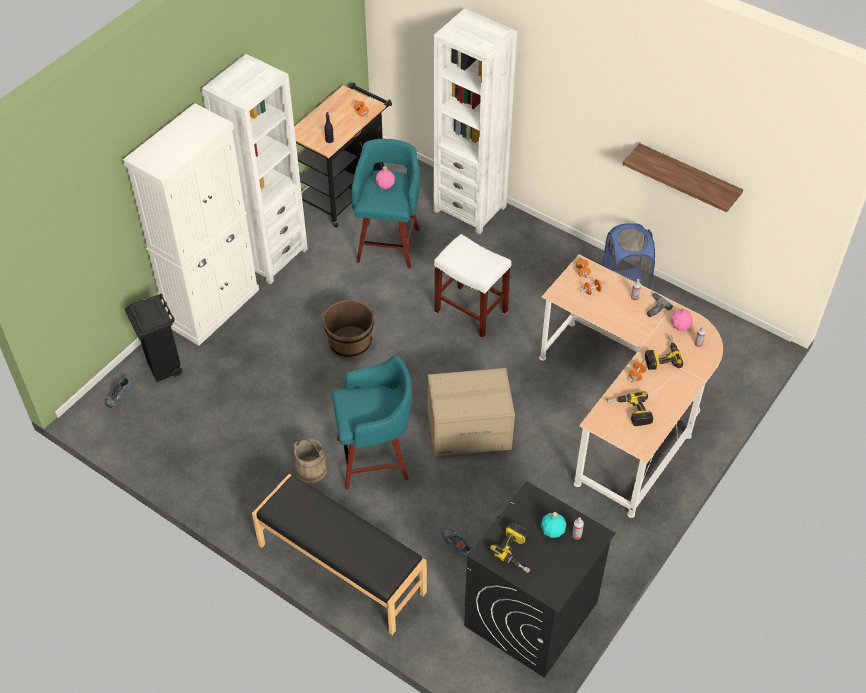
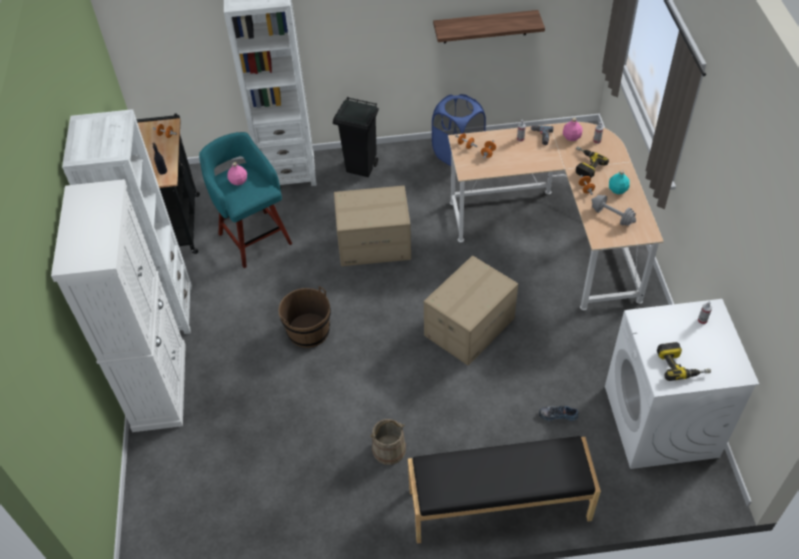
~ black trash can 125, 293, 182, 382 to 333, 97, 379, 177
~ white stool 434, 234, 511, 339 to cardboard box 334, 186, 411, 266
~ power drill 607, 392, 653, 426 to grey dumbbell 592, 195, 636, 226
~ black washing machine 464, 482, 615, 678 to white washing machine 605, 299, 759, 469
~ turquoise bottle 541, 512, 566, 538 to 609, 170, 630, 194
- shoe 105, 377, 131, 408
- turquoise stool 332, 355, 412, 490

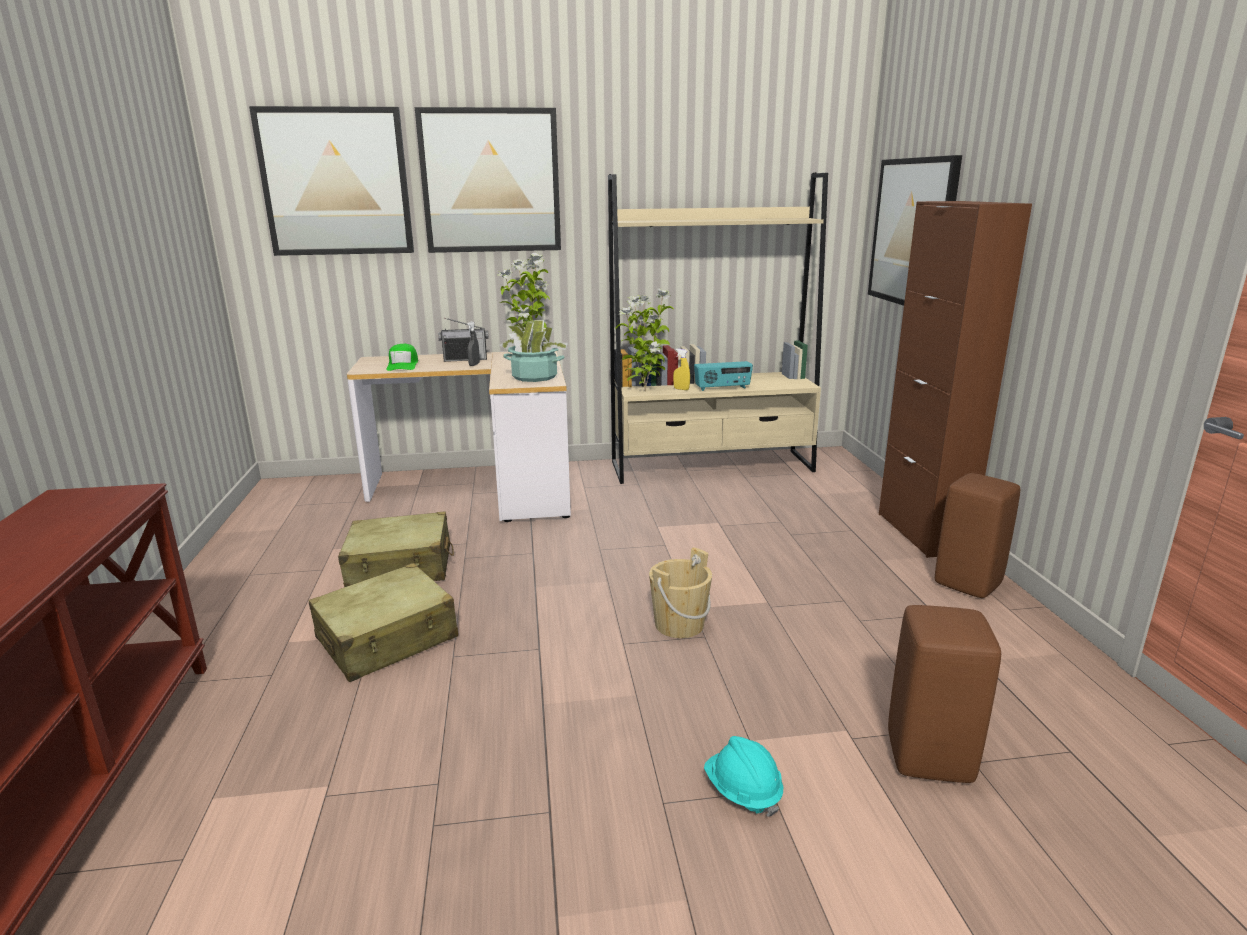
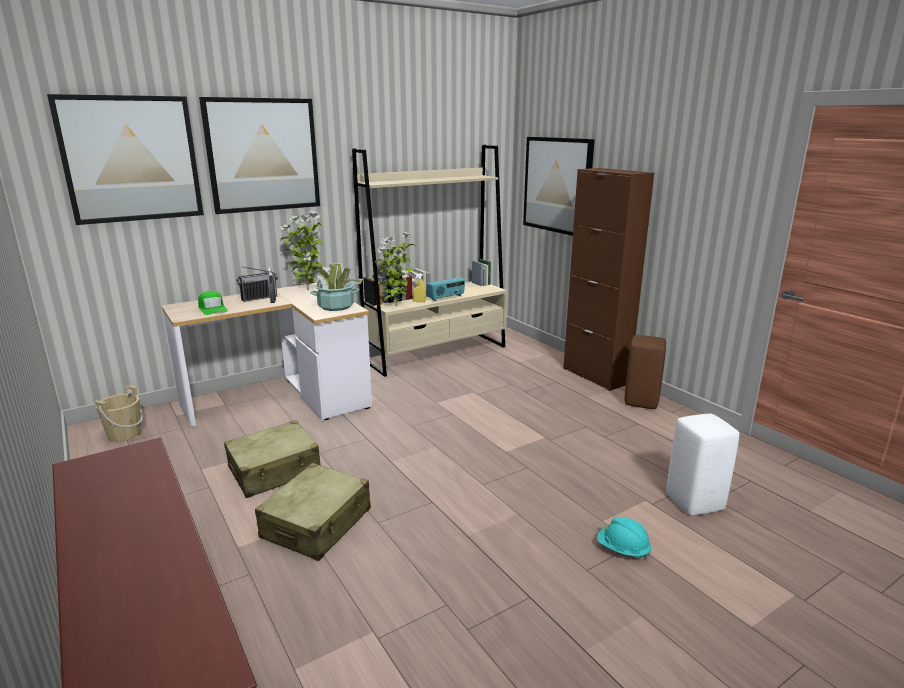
~ beige bucket 649, 547, 712, 638 to 95, 385, 143, 442
~ brown stool 888, 605, 1001, 783 to white stool 666, 414, 739, 516

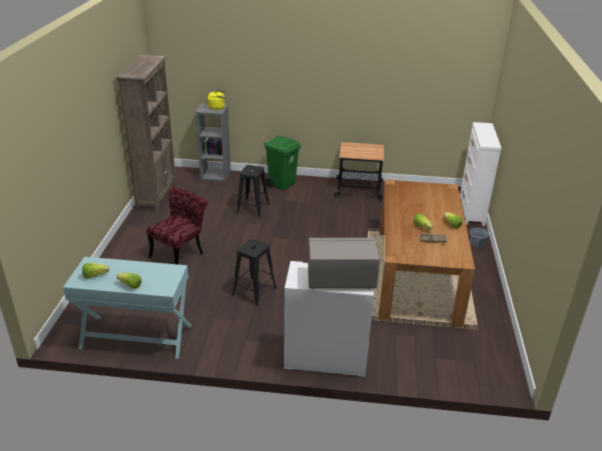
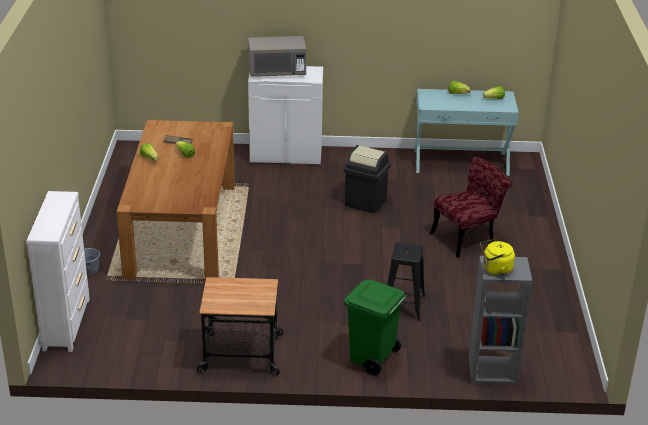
~ black stool 232, 239, 277, 306 to black trash can 344, 145, 391, 213
~ red chair 146, 187, 208, 265 = 429, 157, 513, 258 150 degrees counterclockwise
- brown bookcase 116, 55, 176, 211

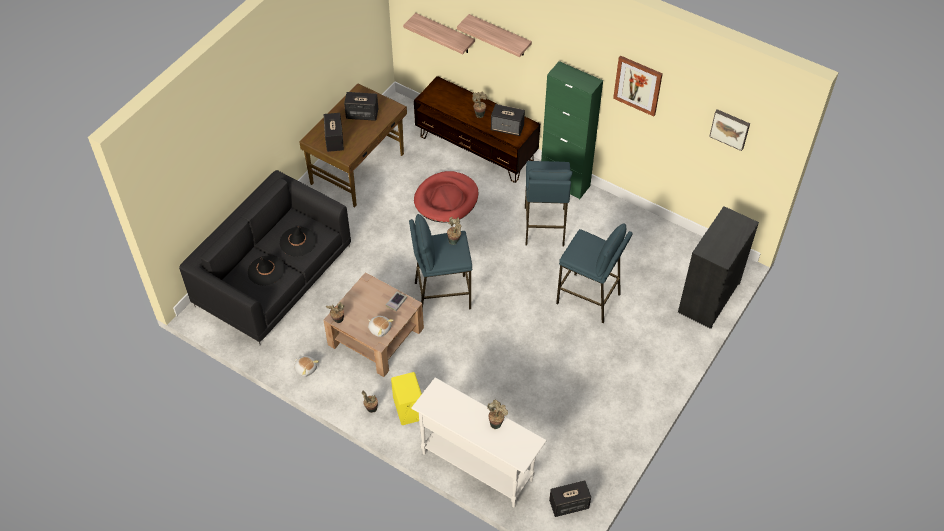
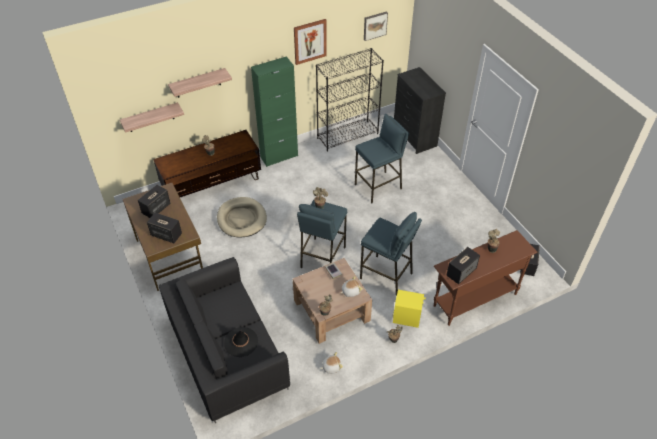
~ red dog bed 414, 171, 479, 223 to beige dog bed 217, 197, 267, 238
+ black bookcase 316, 48, 384, 152
~ blue stool 525, 161, 573, 247 to 360, 212, 422, 296
~ white console table 411, 377, 547, 508 to brown console table 434, 230, 538, 326
~ speaker 491, 104, 525, 136 to 446, 247, 480, 284
- black hat 280, 226, 316, 256

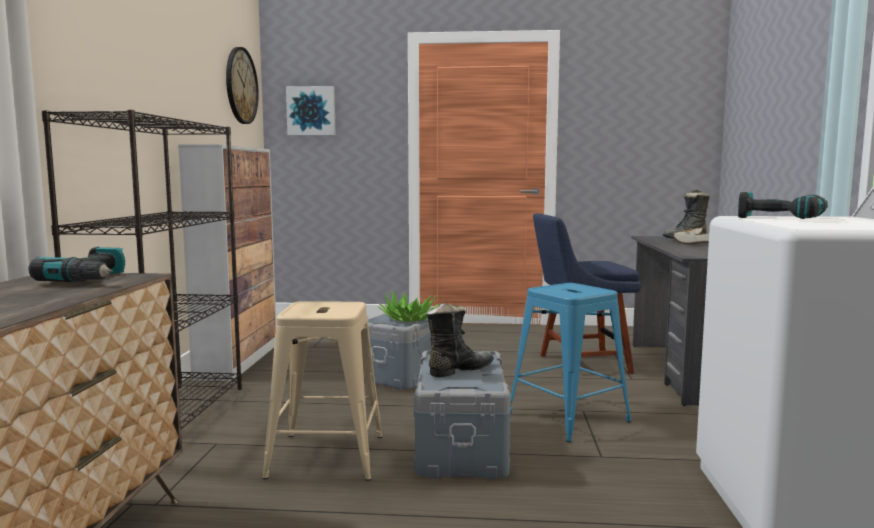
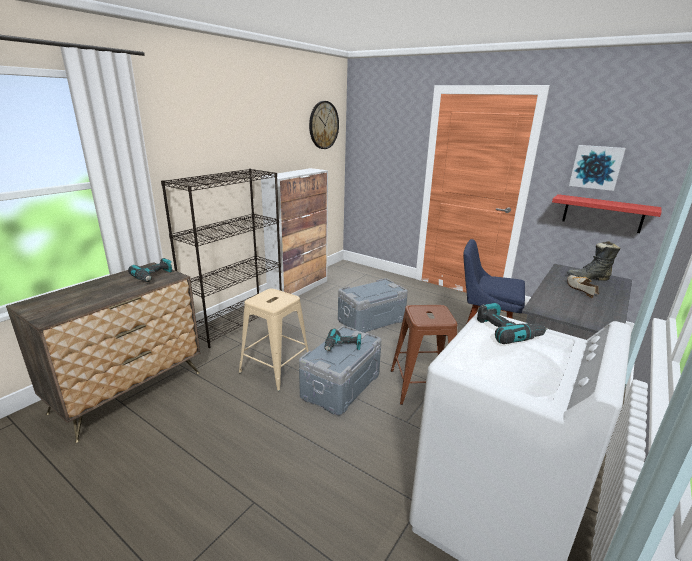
~ black boot 427, 303, 494, 378 to power drill 324, 329, 361, 351
~ blue stool 510, 283, 631, 442 to brown stool 391, 305, 457, 405
+ red shelf 552, 194, 662, 233
~ picture 286, 86, 336, 136 to 569, 145, 626, 191
- potted plant 378, 290, 439, 322

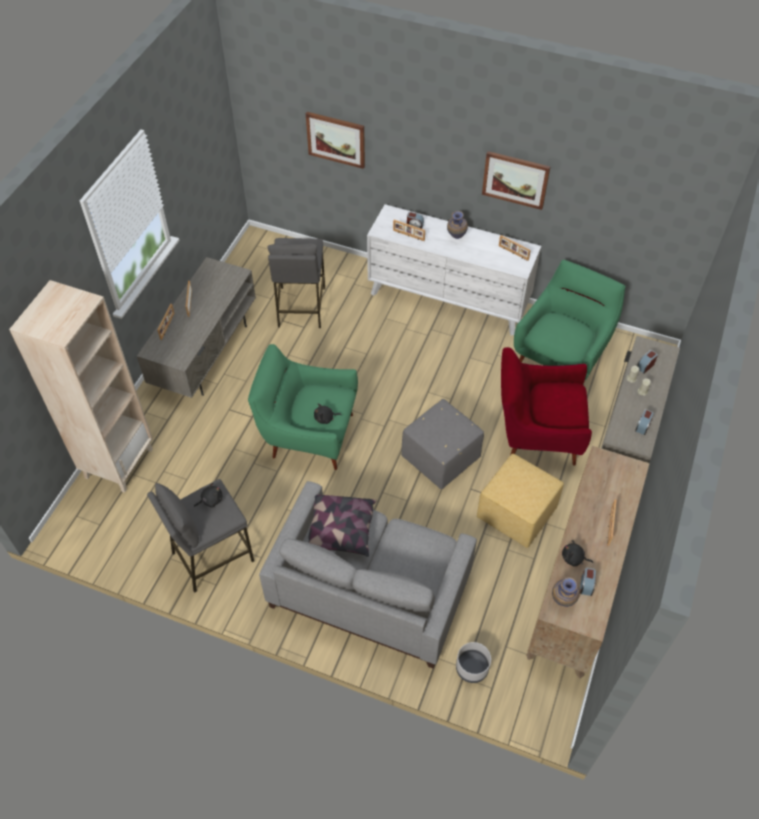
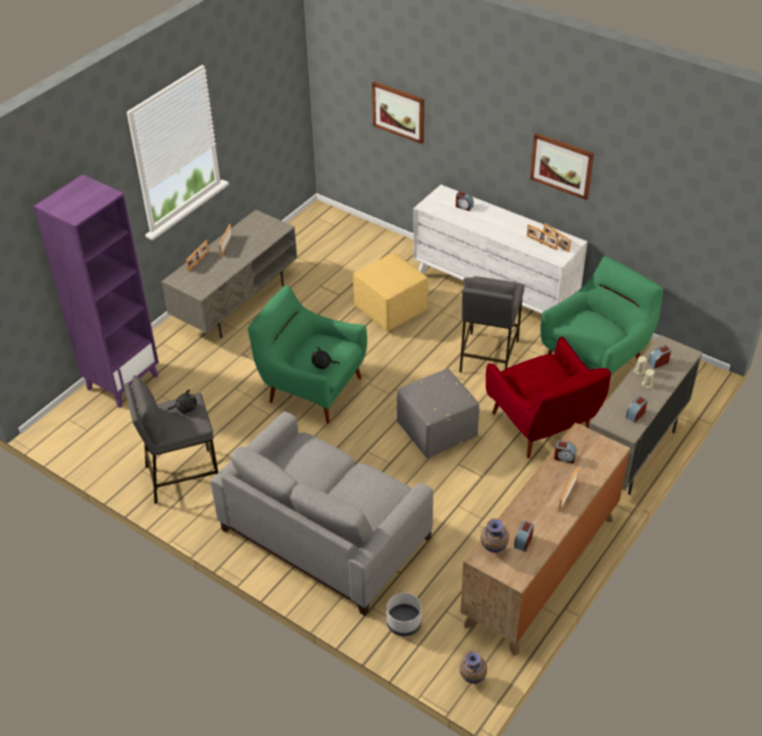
~ beige bookcase 9, 280, 153, 493 to purple bookcase 34, 174, 159, 408
~ yellow ottoman 477, 454, 564, 548 to 353, 253, 428, 332
~ grey stool 267, 238, 325, 328 to 459, 276, 524, 373
~ vase 447, 211, 468, 239 to 460, 651, 487, 684
~ red armchair 501, 347, 592, 466 = 486, 337, 611, 458 135 degrees counterclockwise
~ picture frame 393, 220, 425, 241 to 527, 224, 559, 250
+ alarm clock 554, 440, 576, 464
- pillow 308, 495, 377, 557
- black plush toy 562, 540, 593, 567

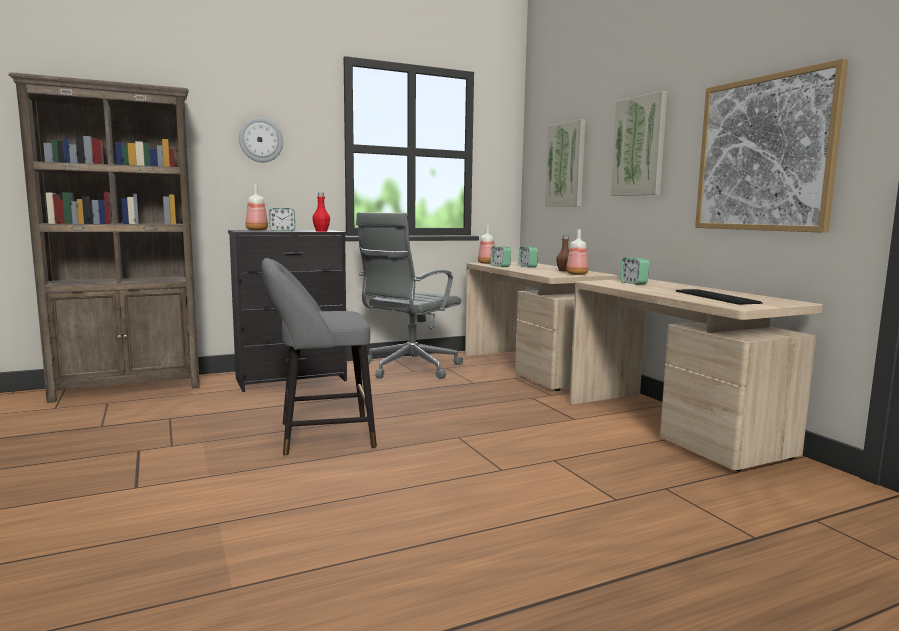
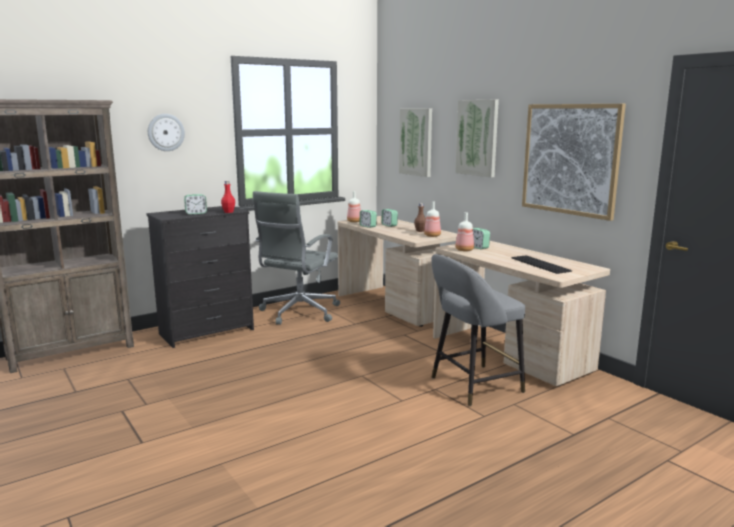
~ grey stool 262, 258, 377, 456 to 431, 254, 525, 406
~ bottle 245, 185, 268, 230 to 455, 212, 474, 251

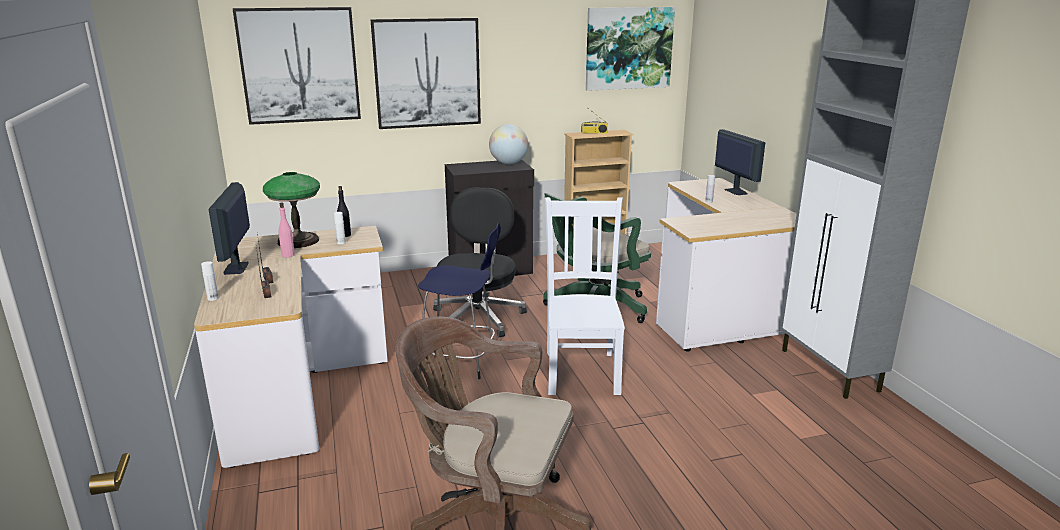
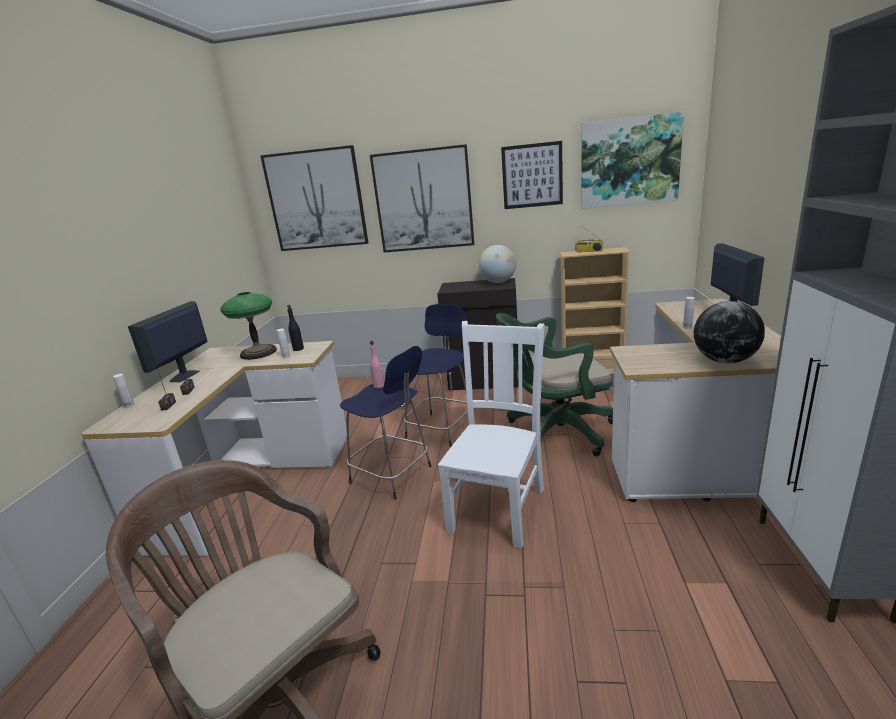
~ pink bottle 278, 202, 295, 257 to 370, 341, 384, 388
~ black office chair 433, 187, 527, 338 to blue stool 404, 304, 468, 447
+ picture 501, 141, 563, 209
+ globe 694, 301, 765, 364

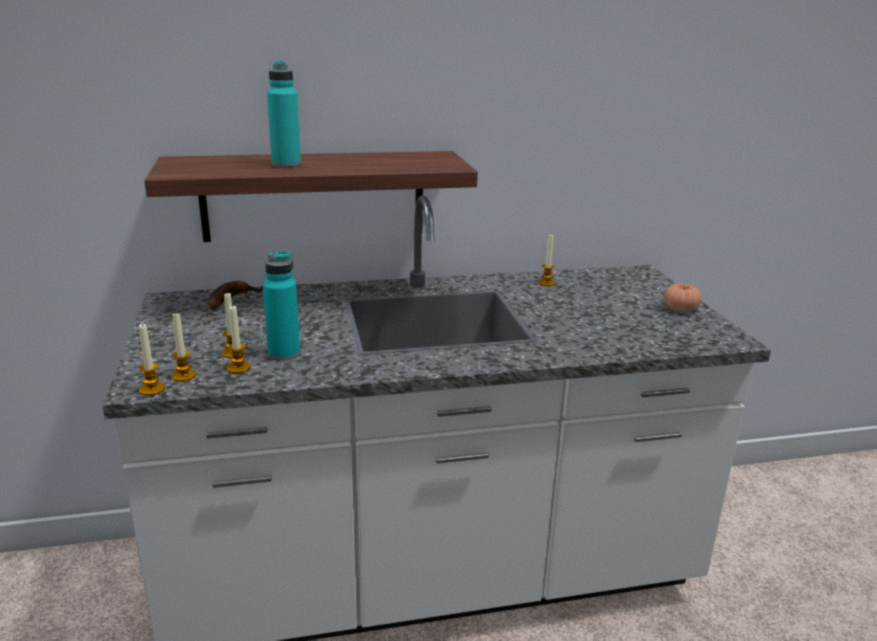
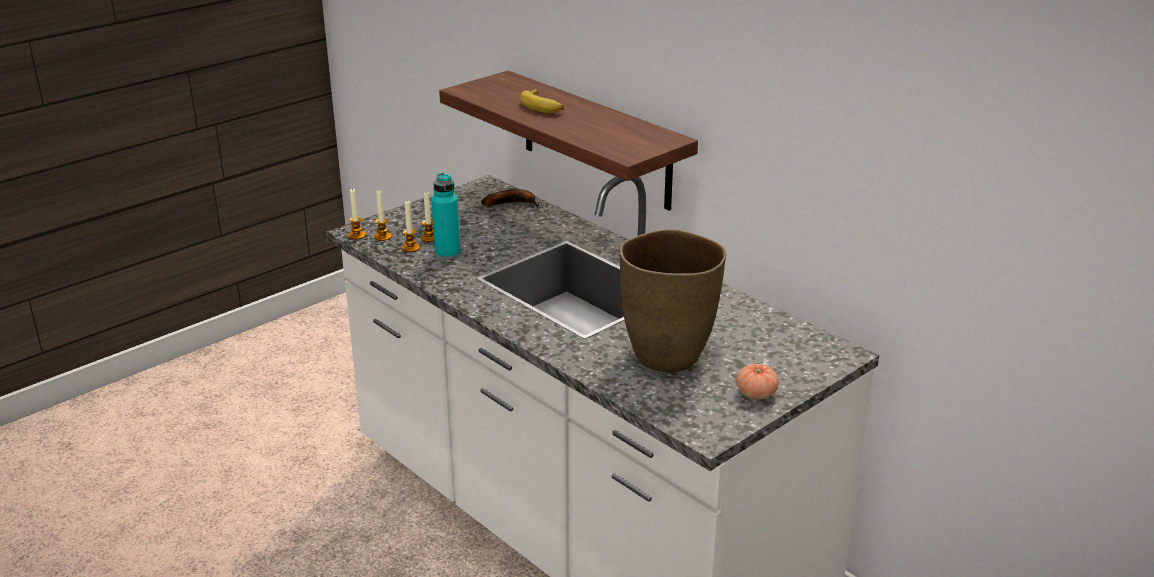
~ turquoise bottle 267, 61, 301, 167 to banana 520, 89, 564, 113
+ brown vase 620, 229, 726, 372
- candle 538, 234, 556, 286

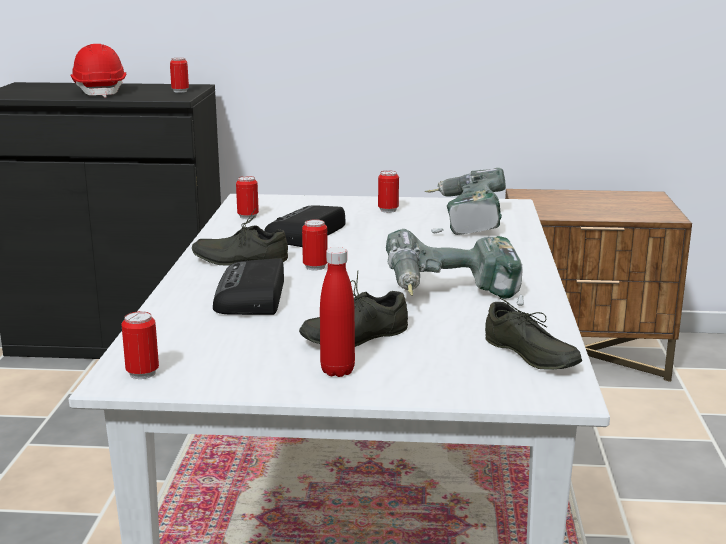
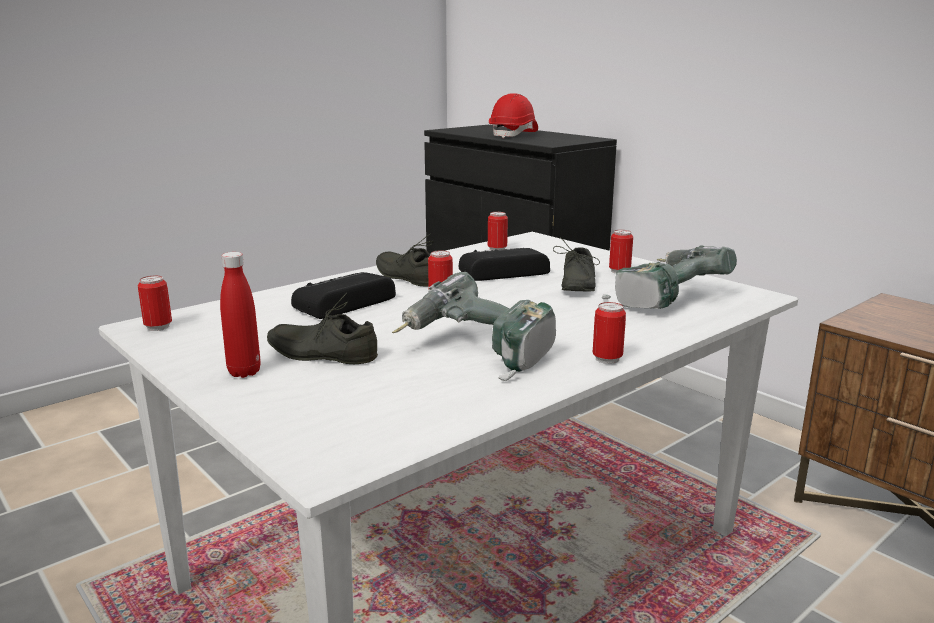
~ grey shoe 485, 298, 582, 370 to 553, 237, 600, 292
~ can 170, 58, 189, 93 to 593, 302, 626, 364

